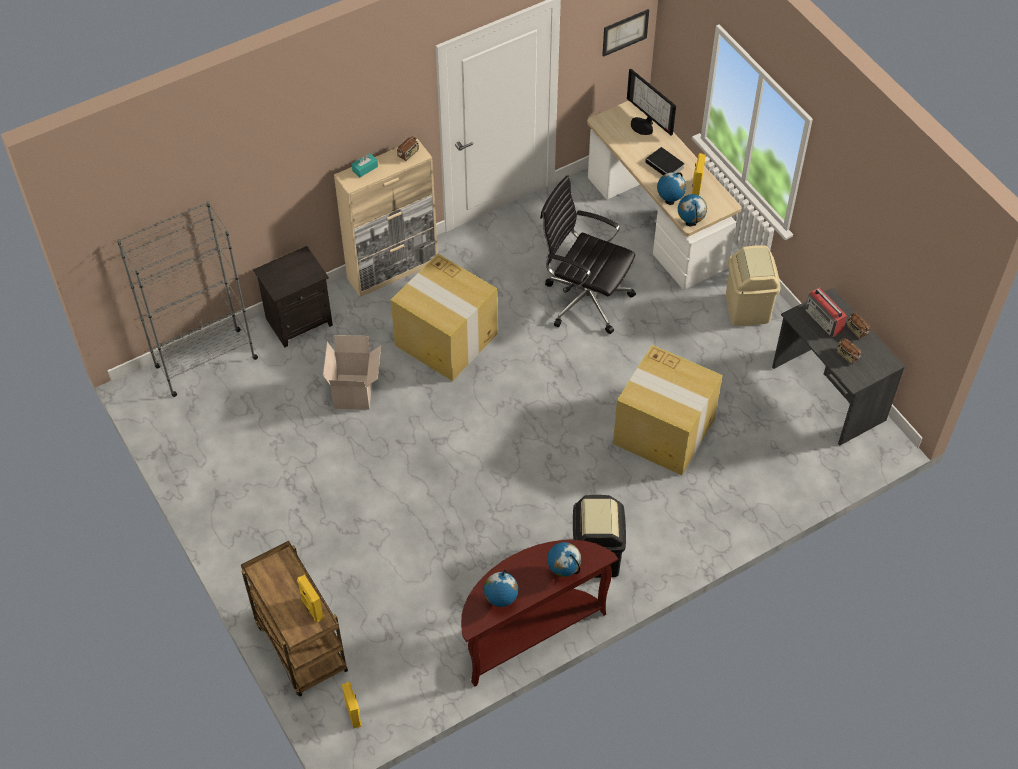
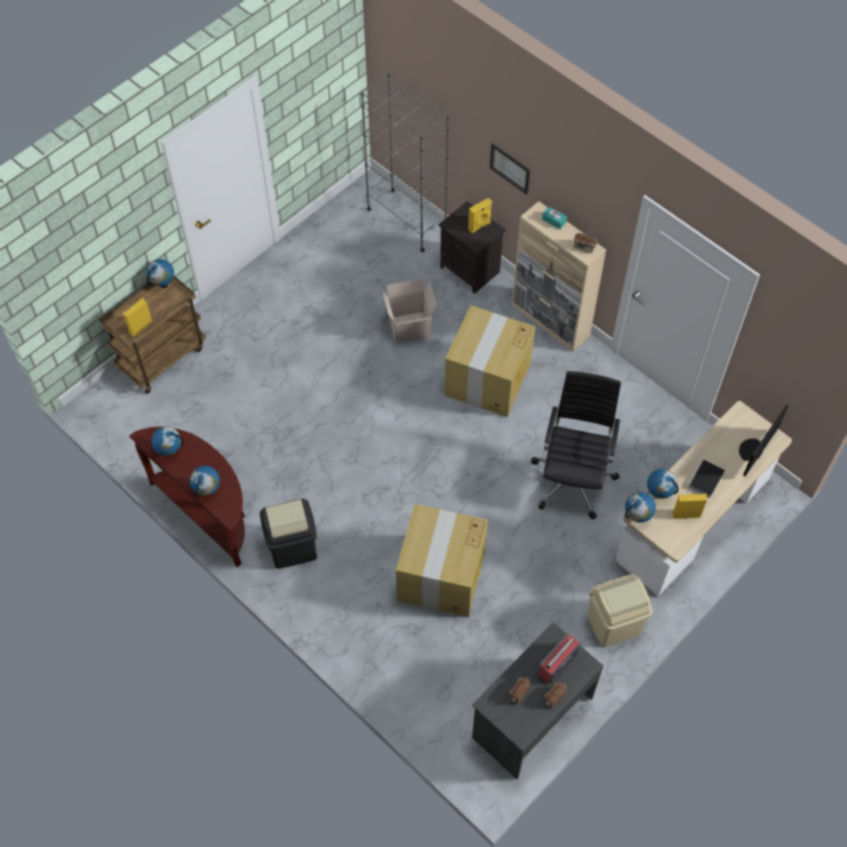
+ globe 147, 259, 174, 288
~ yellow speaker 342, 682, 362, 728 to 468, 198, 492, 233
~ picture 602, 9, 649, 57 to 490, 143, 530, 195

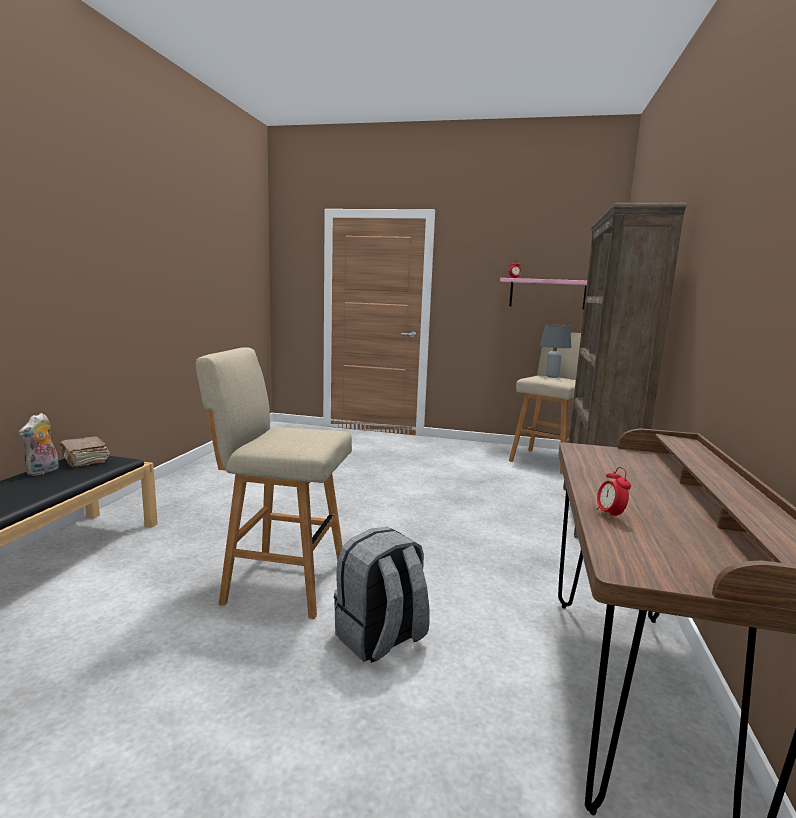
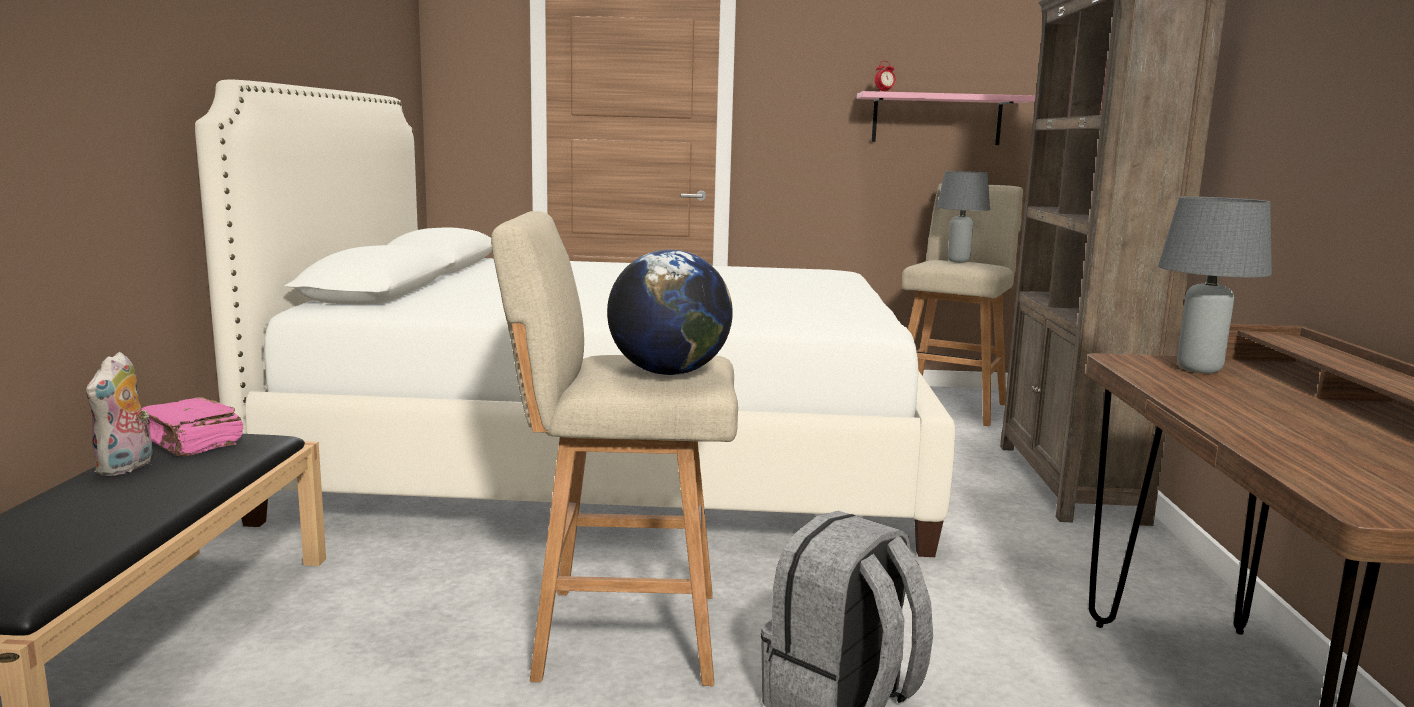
~ brown book 59, 436, 110, 468 to pink book 142, 397, 244, 457
+ white bed 195, 79, 955, 557
+ globe 607, 250, 733, 375
+ grey table lamp 1158, 197, 1272, 374
- alarm clock 597, 467, 631, 520

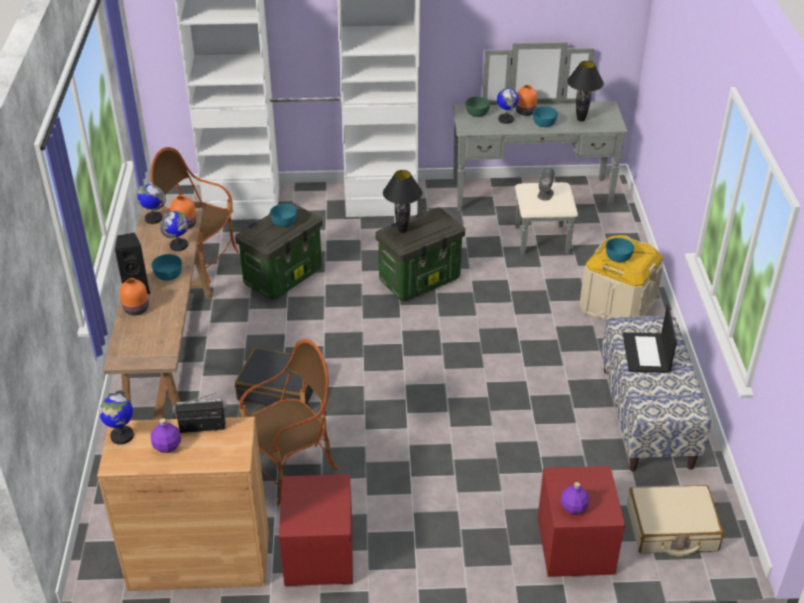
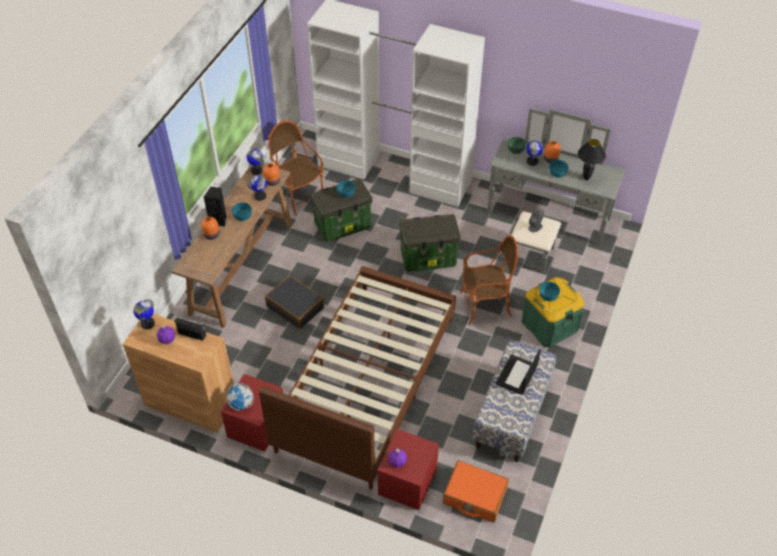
+ globe 227, 383, 254, 411
+ brown bed 259, 266, 456, 489
~ beige suitcase 627, 485, 724, 556 to orange suitcase 443, 460, 509, 522
~ armchair 239, 339, 339, 506 to 460, 235, 518, 325
~ beige storage box 580, 235, 663, 320 to green storage box 521, 277, 584, 347
- black table lamp 383, 170, 422, 233

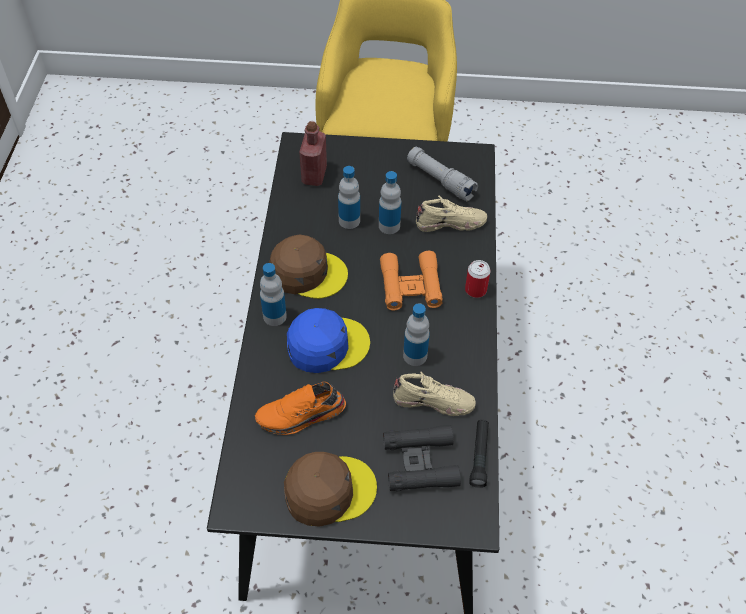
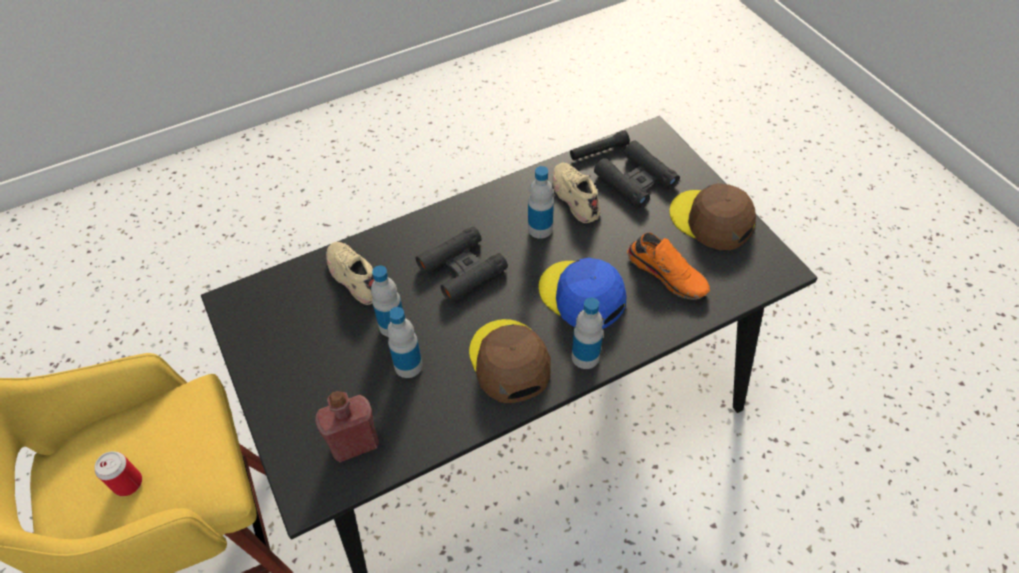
~ can 465, 260, 491, 298 to 95, 451, 142, 496
~ orange binoculars 380, 251, 442, 310 to black binoculars 416, 226, 508, 303
- grey flashlight 407, 147, 478, 201

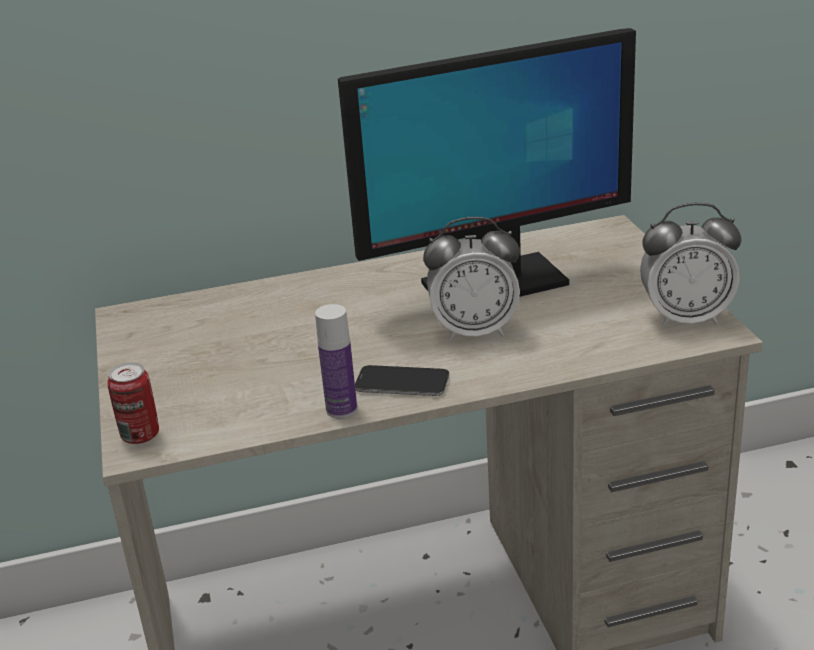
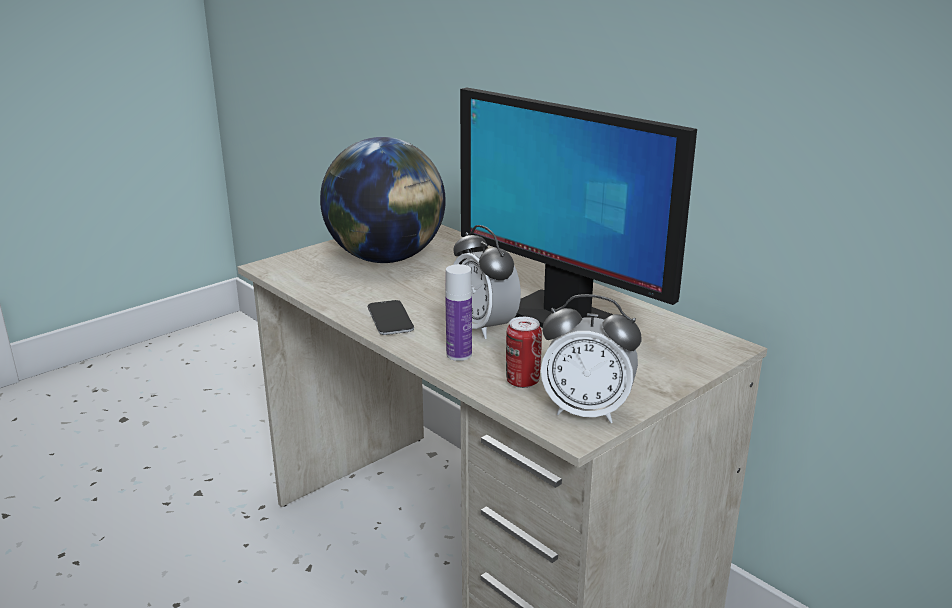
+ globe 320, 137, 446, 263
~ bottle 315, 304, 357, 419 to 445, 264, 472, 361
~ can 107, 362, 159, 444 to 506, 317, 542, 388
~ alarm clock 640, 203, 741, 328 = 541, 294, 641, 423 45 degrees counterclockwise

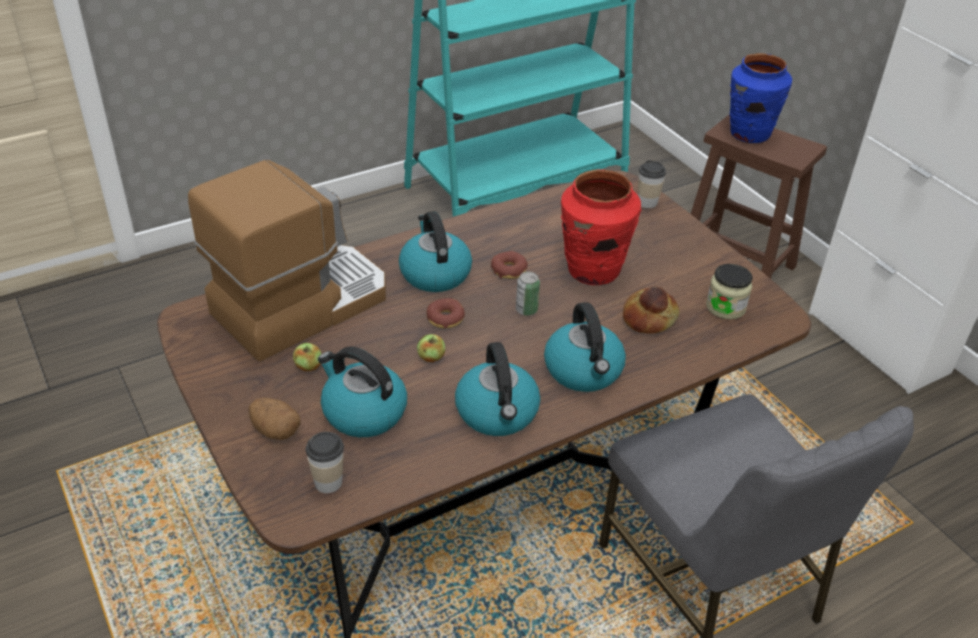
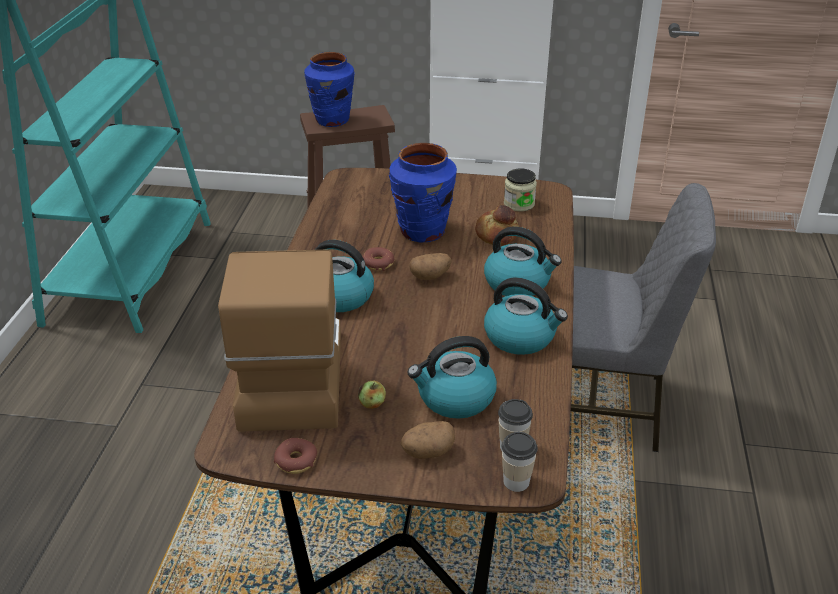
~ donut 427, 298, 465, 328 to 274, 438, 317, 474
~ red vase 561, 170, 641, 285 to blue vase 389, 143, 457, 243
~ can 516, 271, 540, 316 to potato 409, 253, 452, 280
~ cup 638, 160, 666, 208 to 502, 432, 538, 492
- apple 417, 334, 445, 363

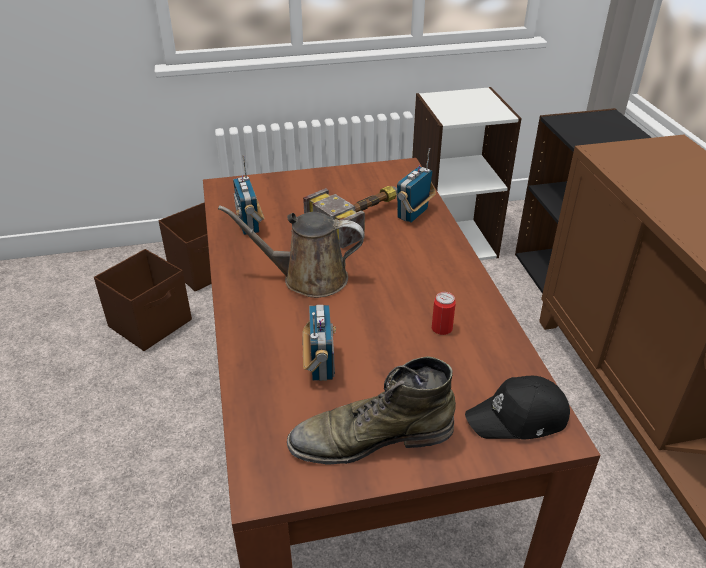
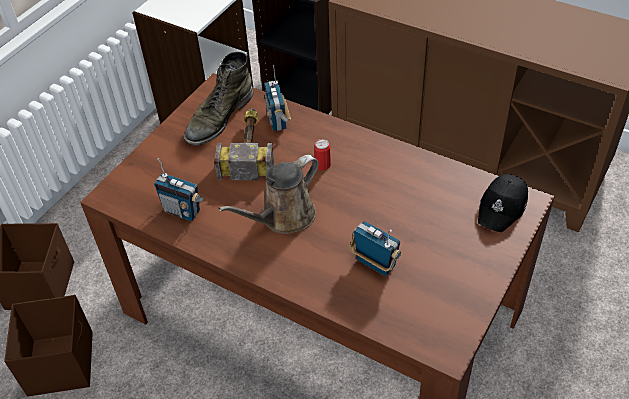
~ green boot 287, 356, 456, 464 to 184, 52, 253, 146
~ can 432, 292, 456, 335 to 314, 139, 331, 170

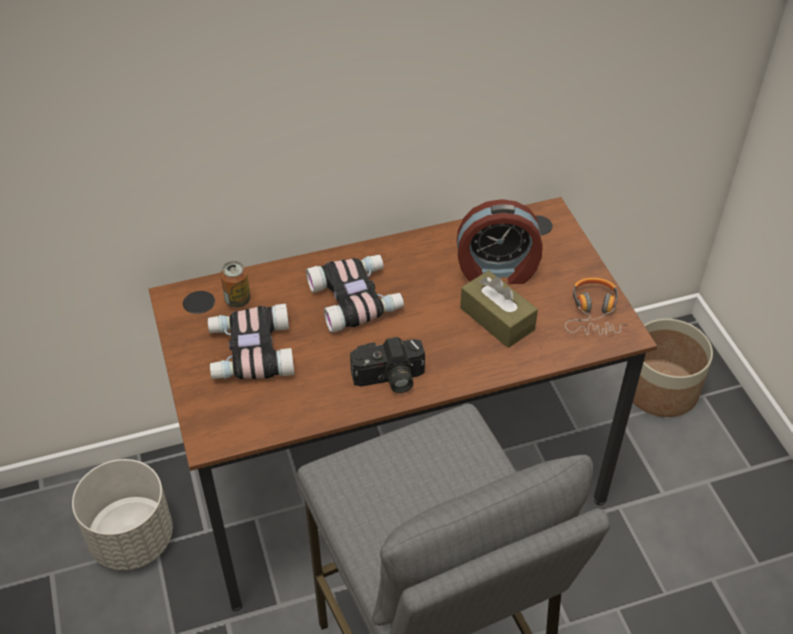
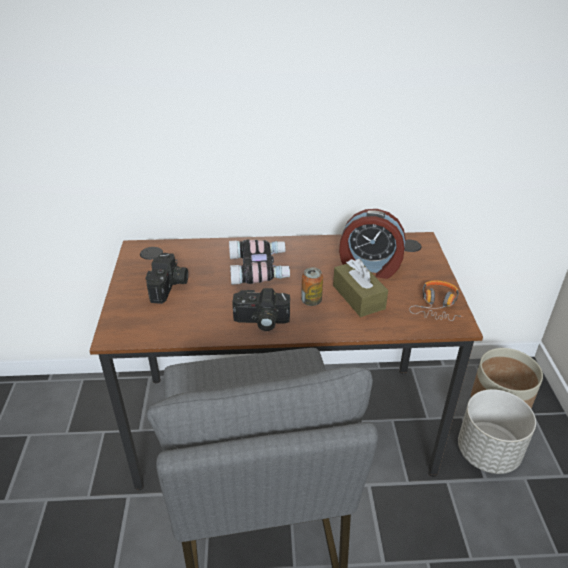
~ binoculars 207, 304, 294, 379 to photo camera 146, 253, 188, 304
~ can 220, 261, 251, 308 to 301, 267, 323, 306
~ grey planter 72, 459, 173, 570 to 458, 389, 536, 474

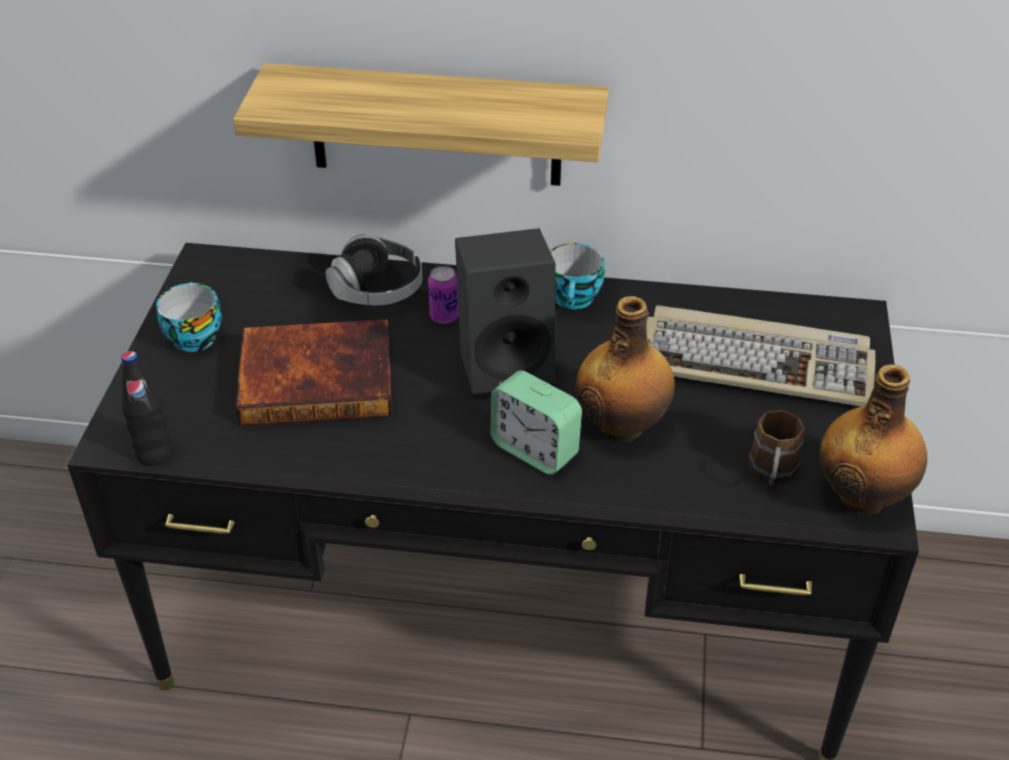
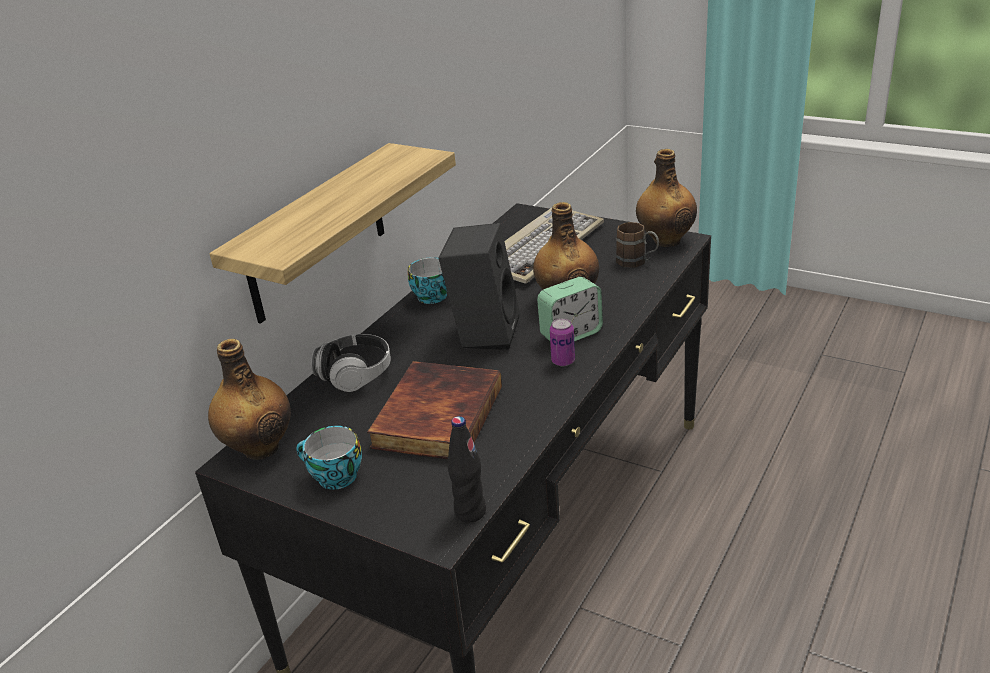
+ bottle 208, 339, 291, 460
~ can 428, 266, 459, 324 to 550, 318, 575, 366

